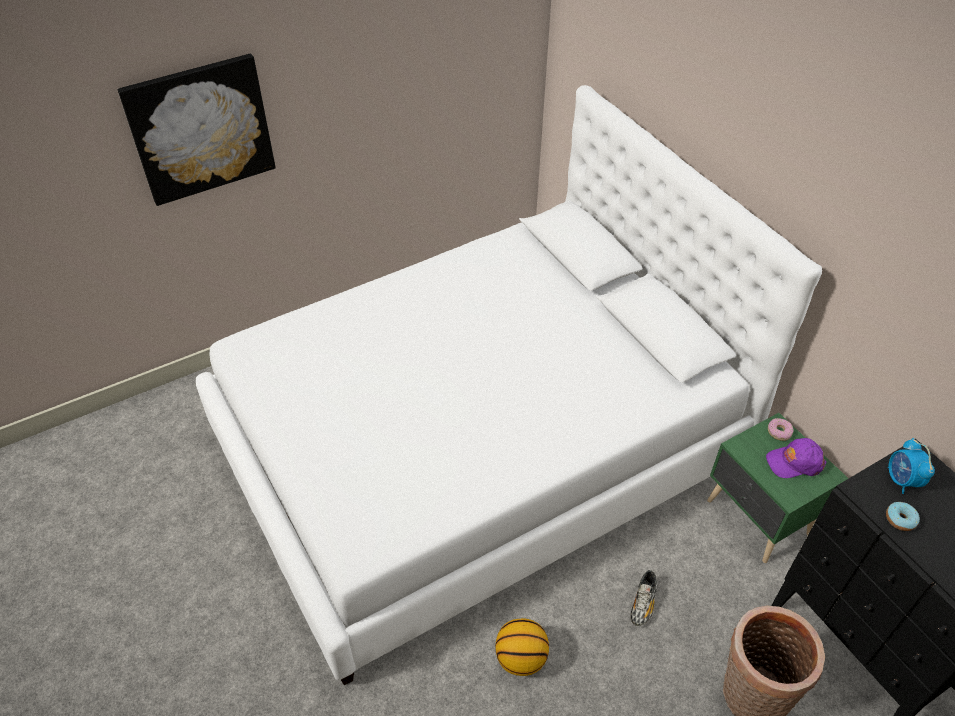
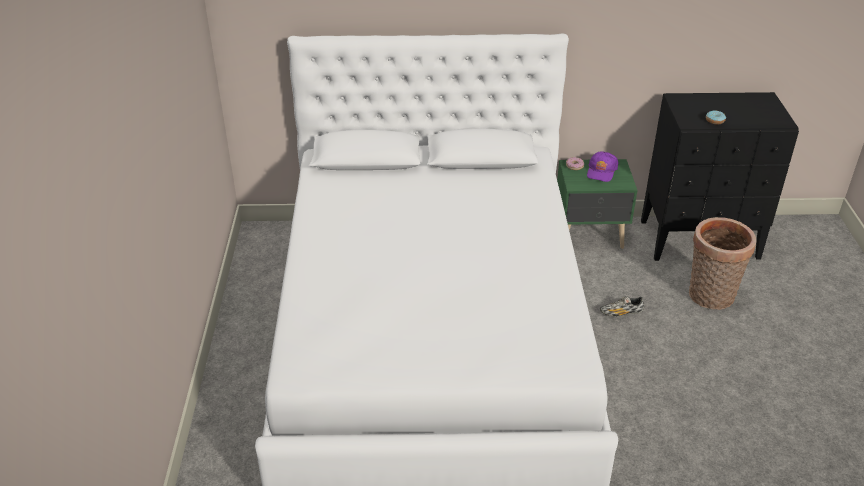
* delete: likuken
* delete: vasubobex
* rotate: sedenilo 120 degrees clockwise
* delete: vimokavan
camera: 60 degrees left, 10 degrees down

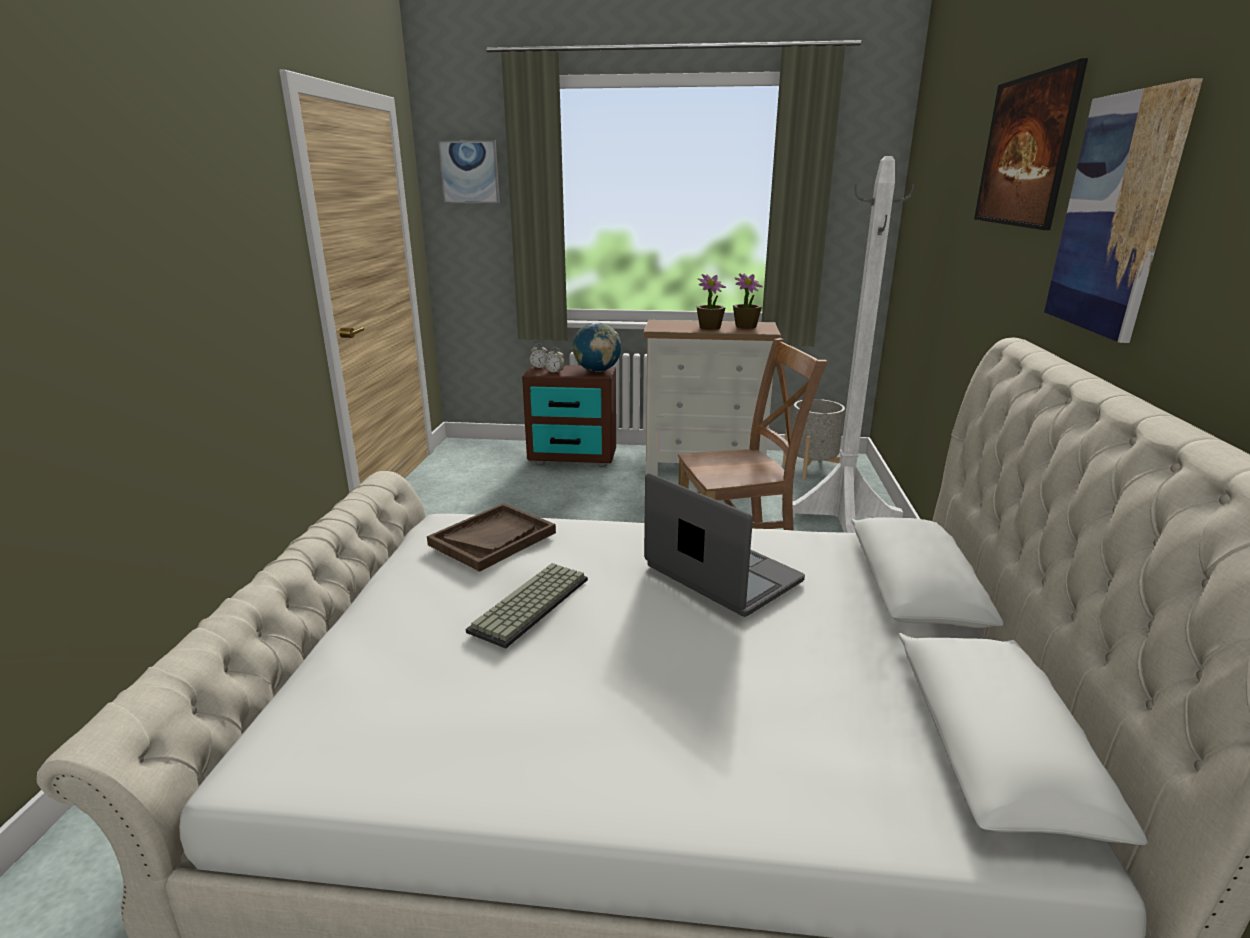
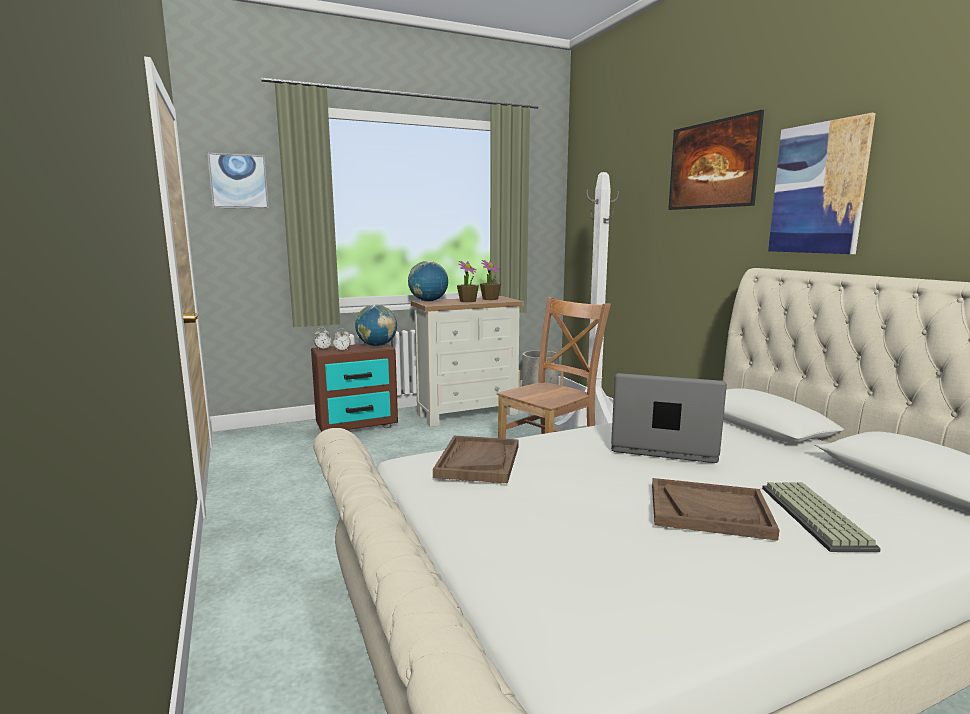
* move: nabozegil
* insert: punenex (2nd from left)
* insert: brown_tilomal (2nd from left)
camera: 30 degrees left, 10 degrees down

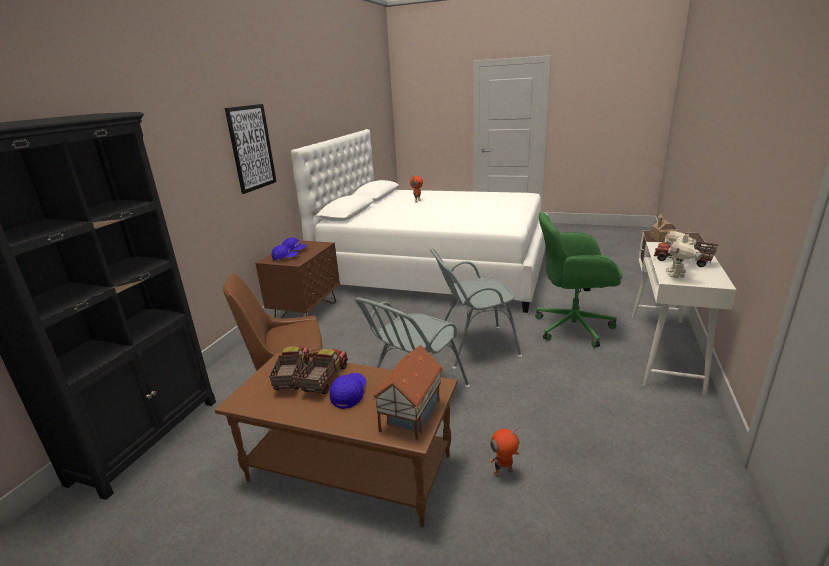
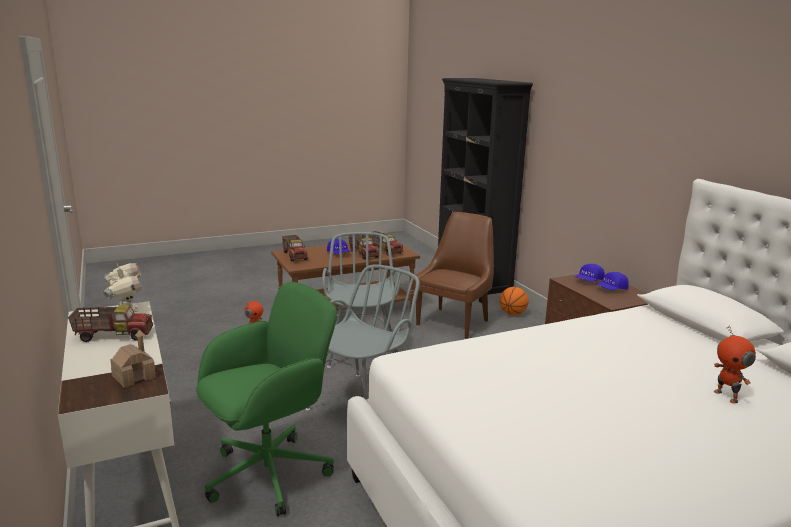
* delete: likuken
* replace: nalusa (1st from left) to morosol (2nd from left)
* insert: vasubobex
camera: 135 degrees right, 5 degrees down

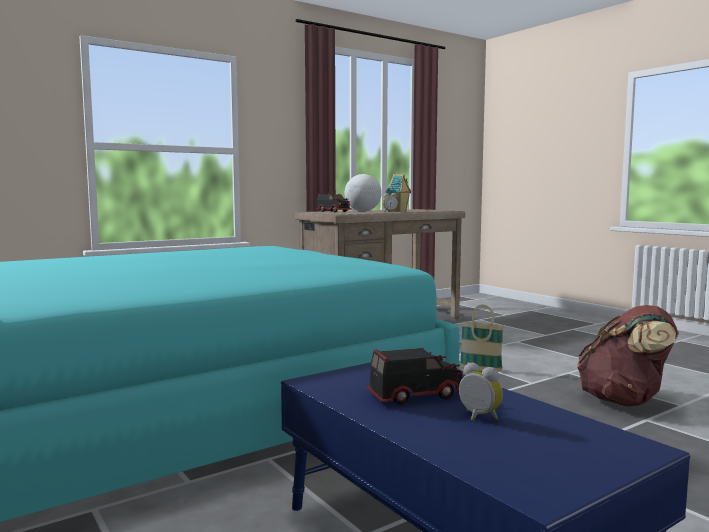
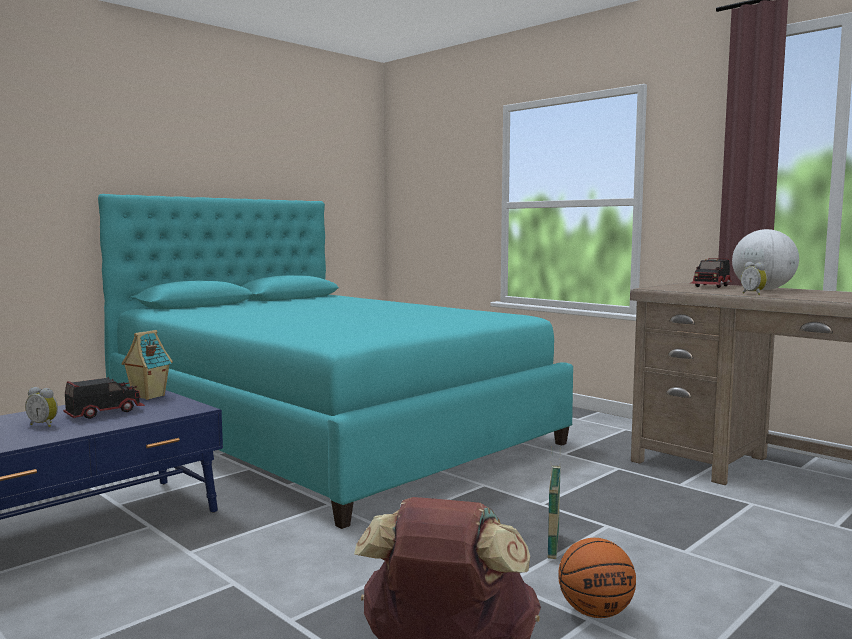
* rotate: morosol (2nd from left in the first image) 105 degrees counterclockwise
* move: nalusa
* rotate: vimokavan (2nd from left in the first image) 75 degrees clockwise
* insert: vasubobex
camera: 80 degrees right, 0 degrees up

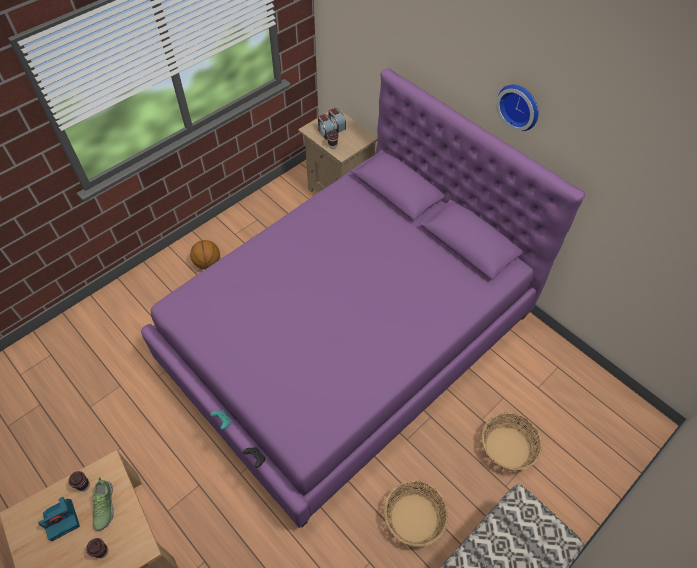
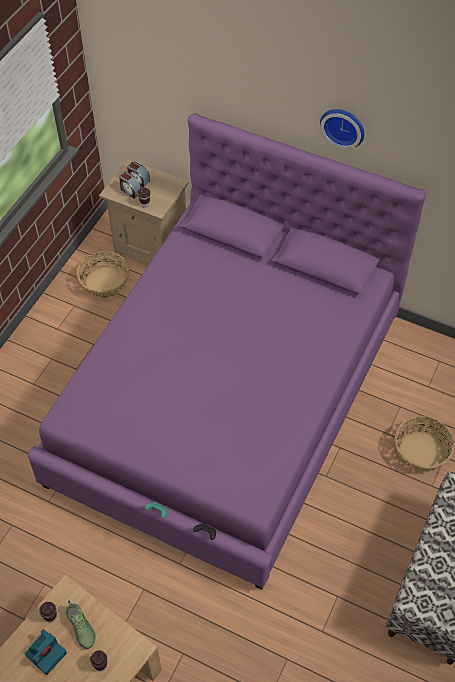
* delete: vasubobex
* move: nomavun (1st from left)
camera: 20 degrees left, 0 degrees up

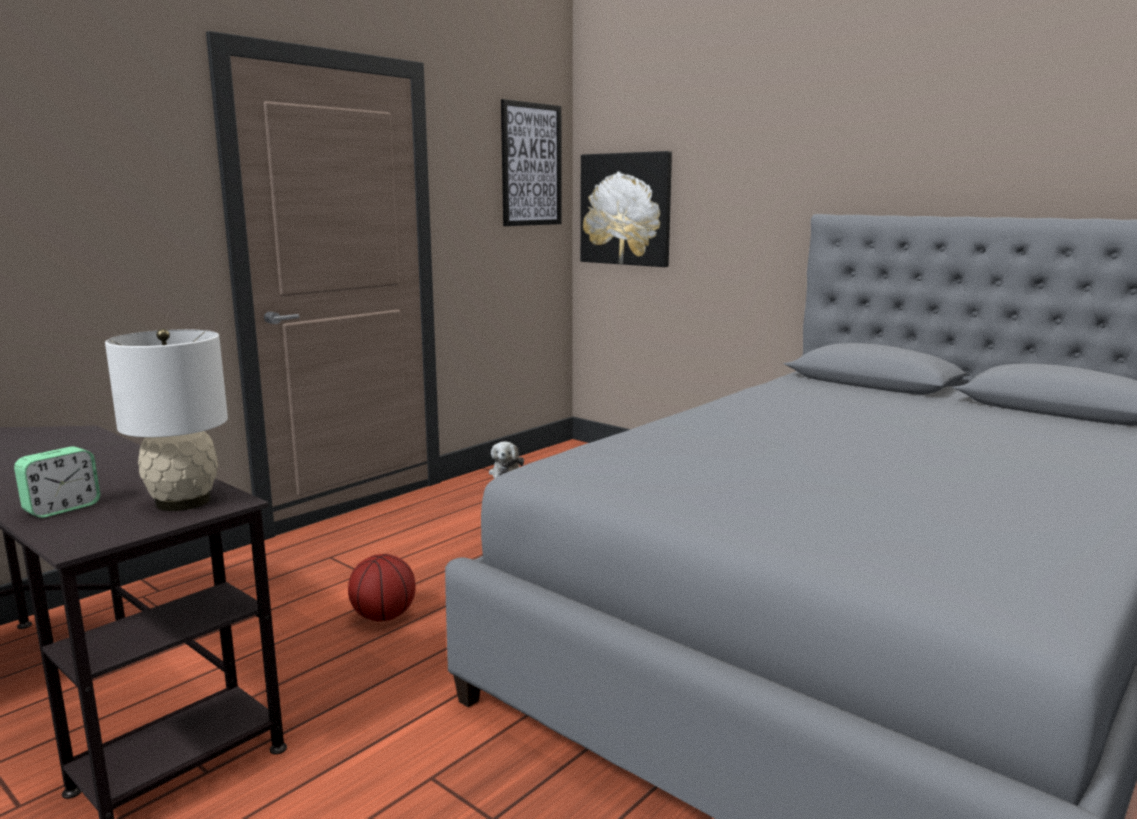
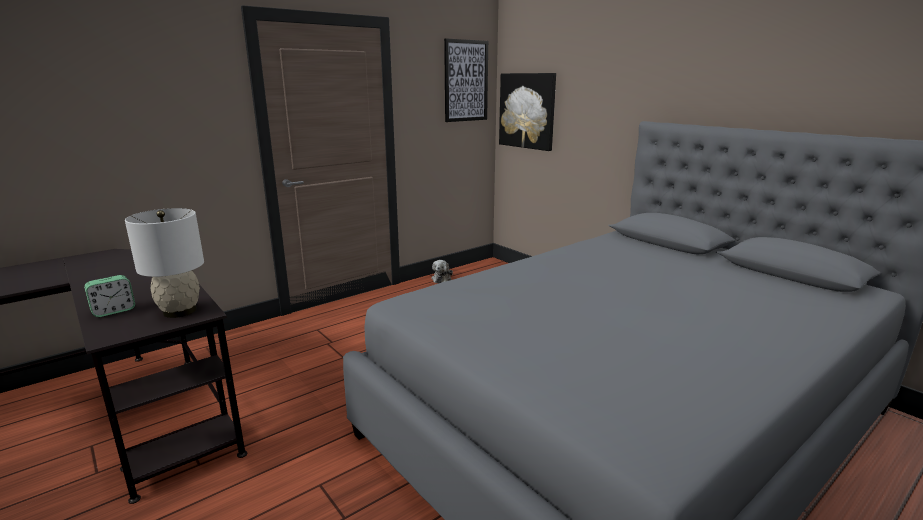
* delete: vasubobex
camera: 10 degrees right, 5 degrees up

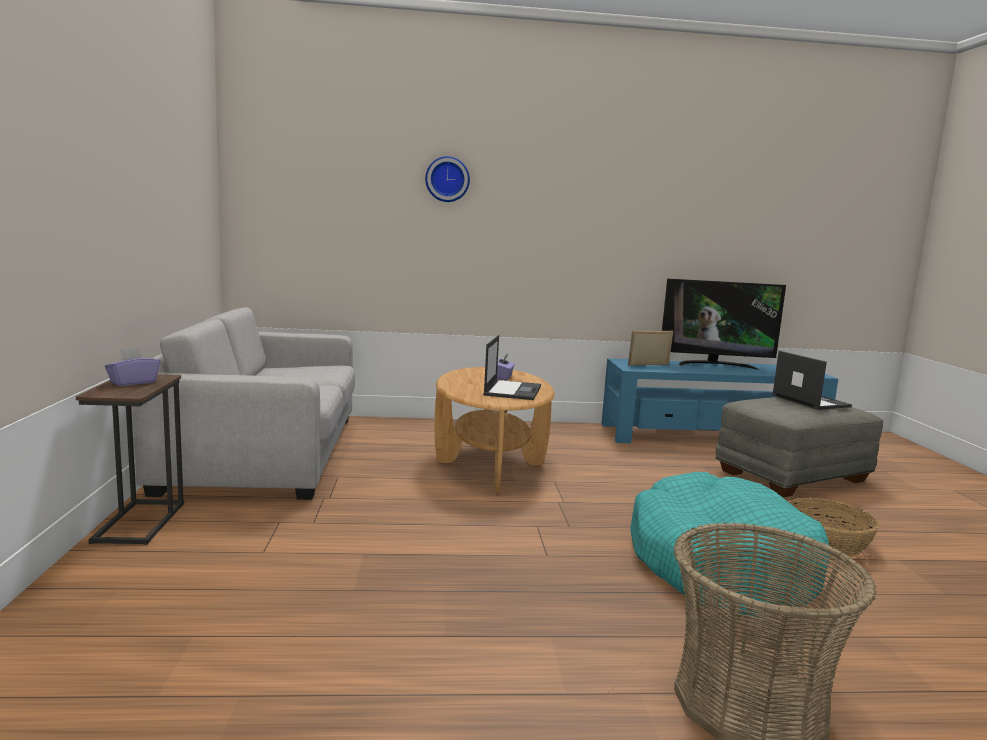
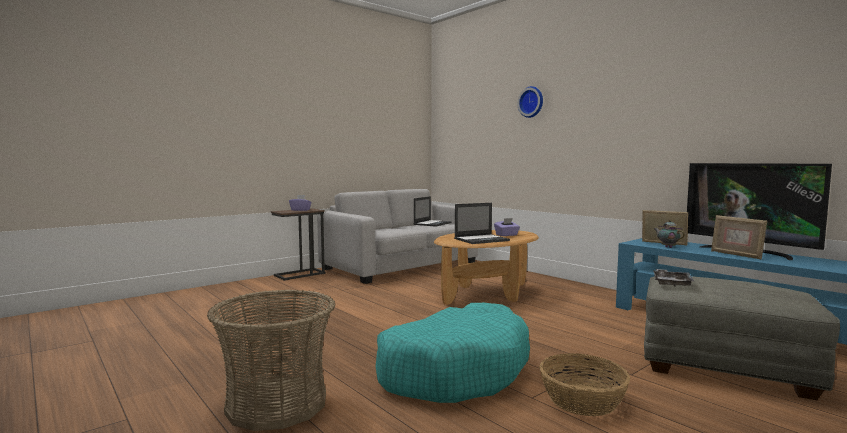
* move: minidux (2nd from left in the first image) to minidux (1st from left)
* insert: grey_tilomal
* insert: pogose
* insert: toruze (2nd from left)
camera: 55 degrees right, 5 degrees down

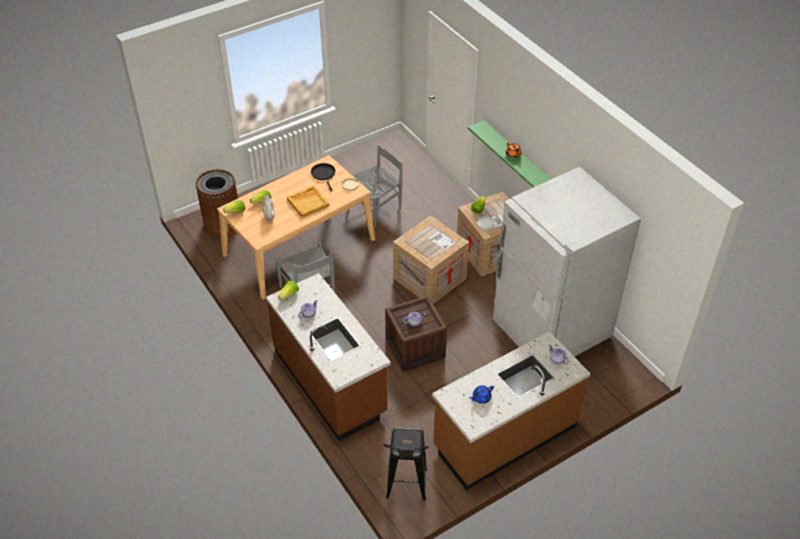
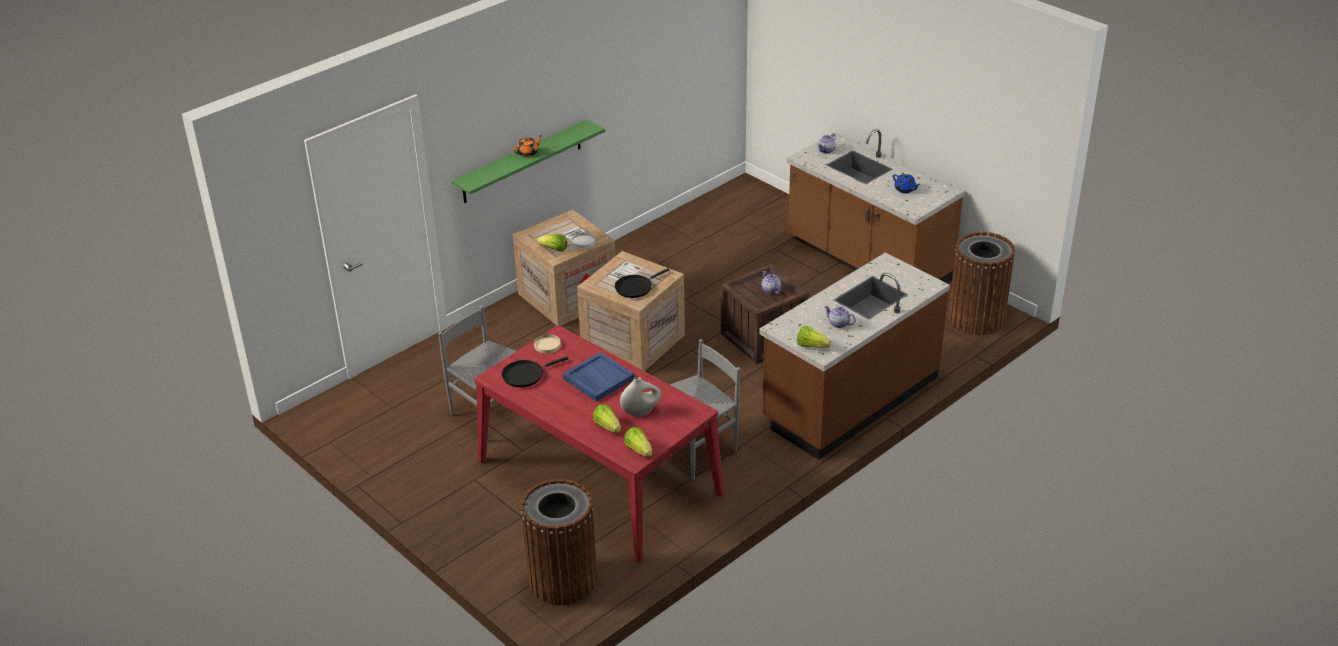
* recolor: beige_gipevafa to red_gipevafa
* recolor: beige_tilomal to blue_tilomal
* replace: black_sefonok to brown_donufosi (2nd from left)
* delete: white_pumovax
* insert: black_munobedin (2nd from left)
camera: 100 degrees left, 10 degrees down

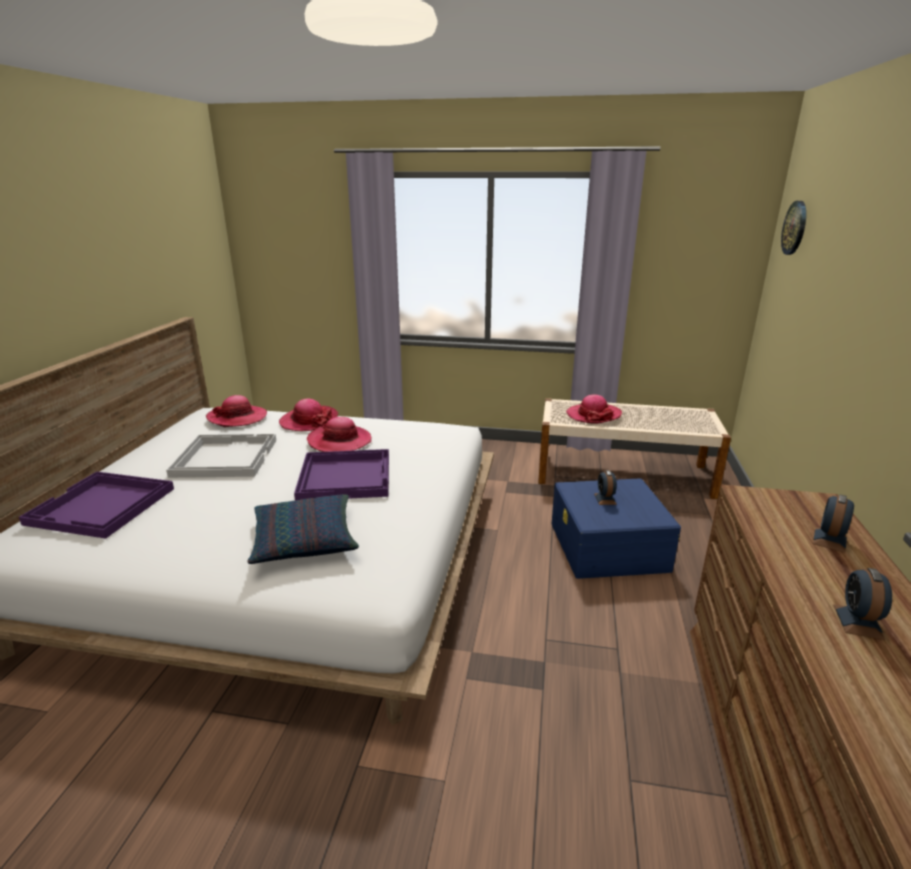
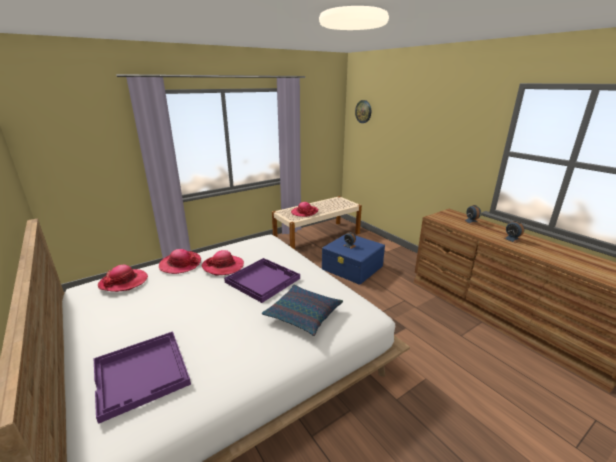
* delete: white_tilomal
camera: 45 degrees left, 0 degrees up

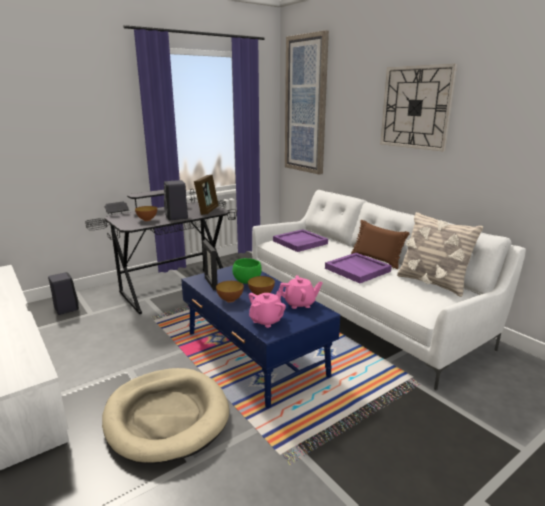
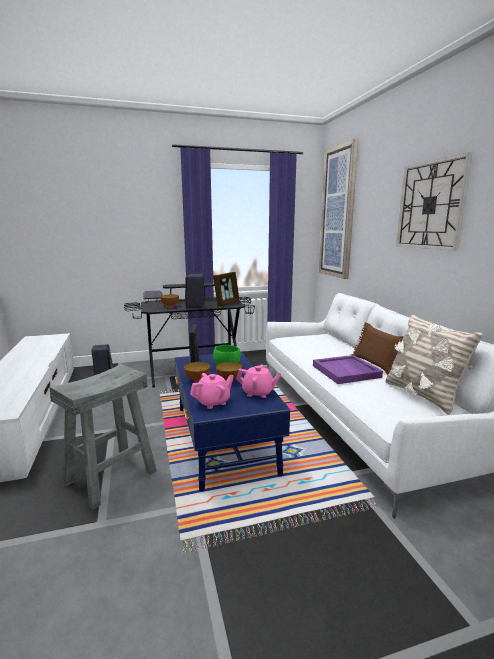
* replace: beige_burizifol to grey_sefonok
* delete: purple_tilomal (1st from left)
camera: 20 degrees right, 5 degrees down

